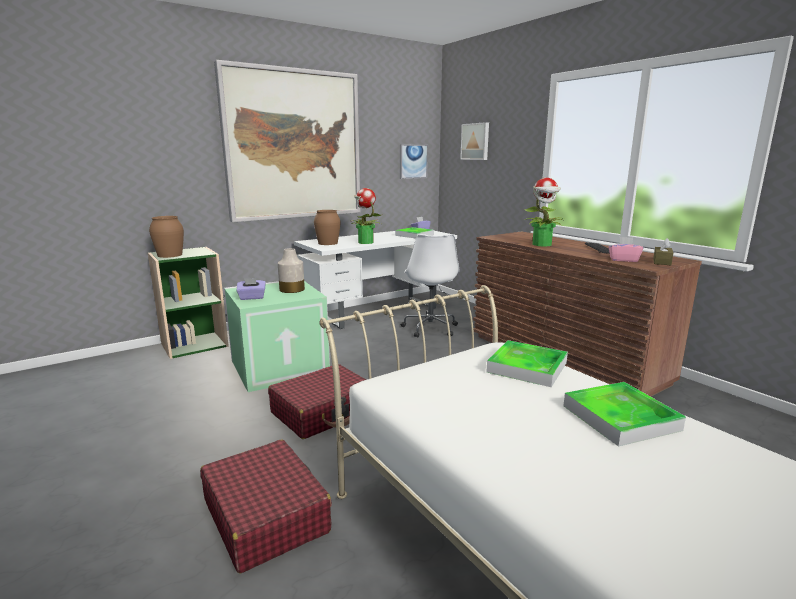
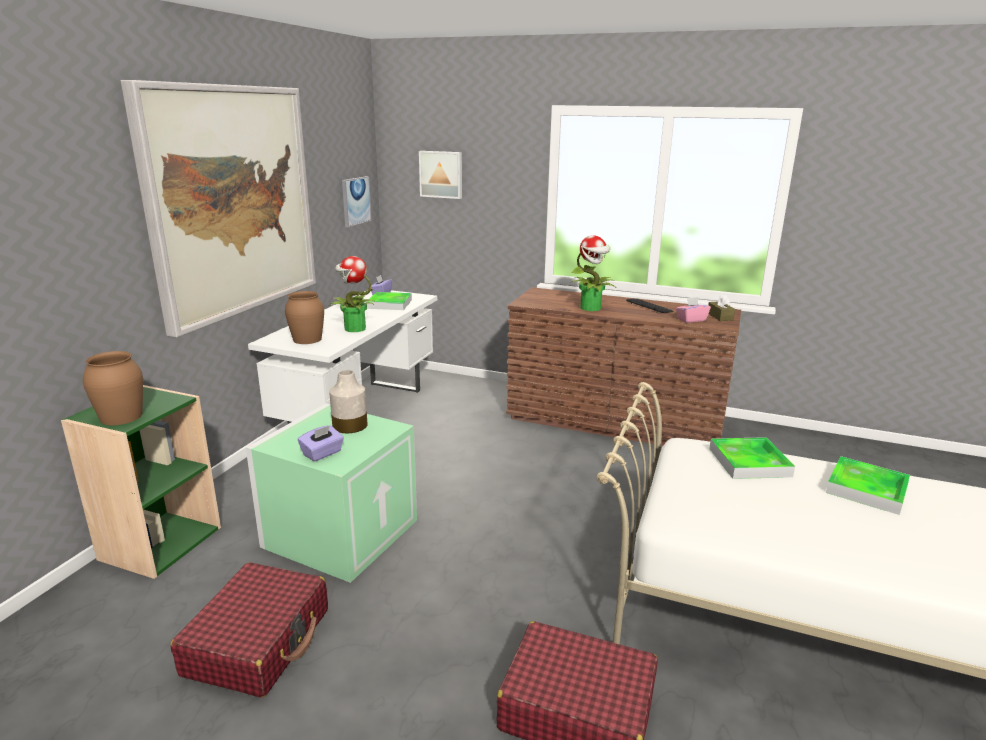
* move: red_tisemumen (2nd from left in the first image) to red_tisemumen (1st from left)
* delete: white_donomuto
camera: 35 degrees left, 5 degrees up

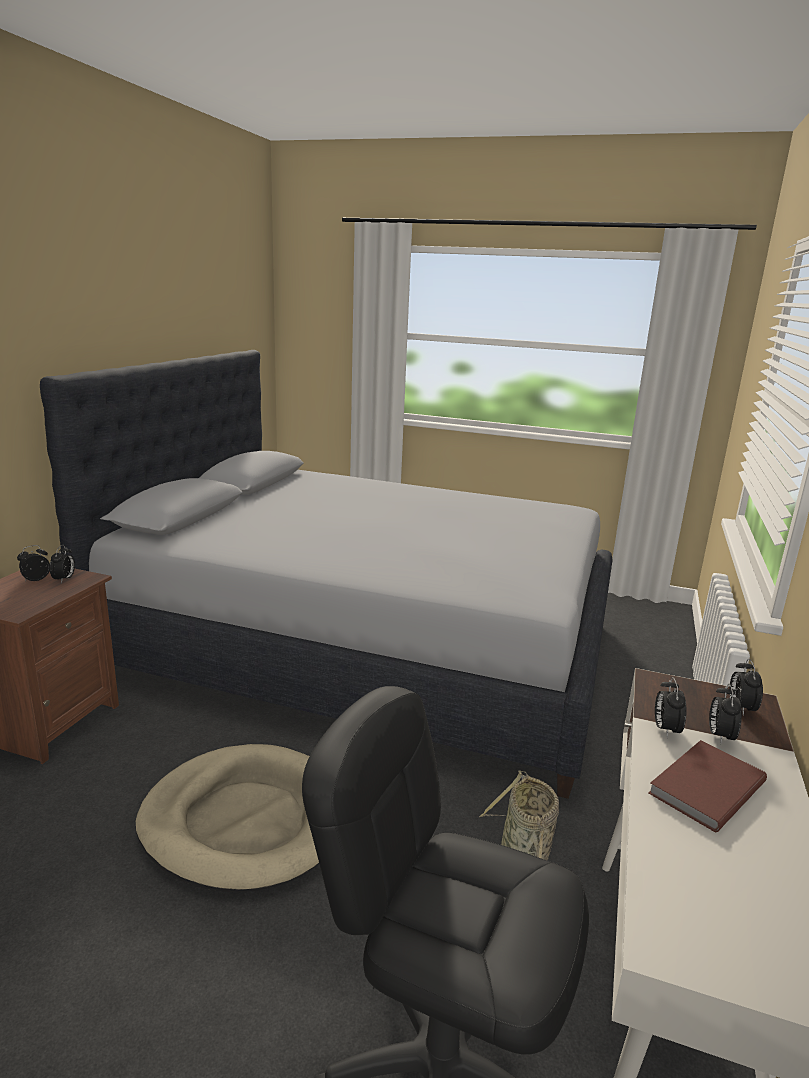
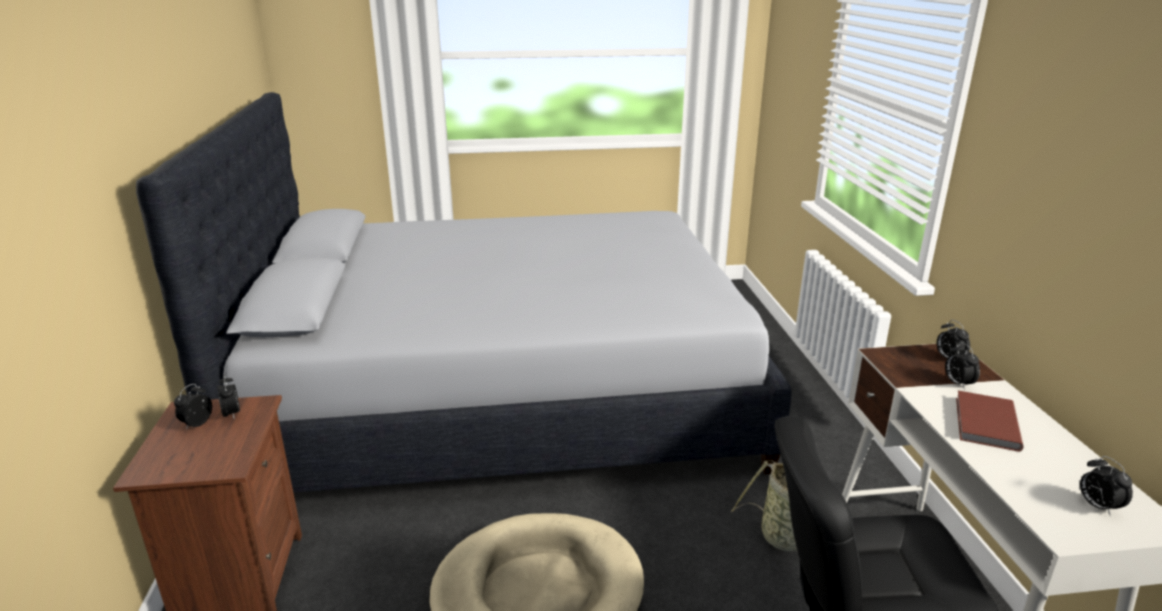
* move: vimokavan (3rd from left in the first image) to vimokavan (5th from left)
camera: 25 degrees left, 5 degrees up

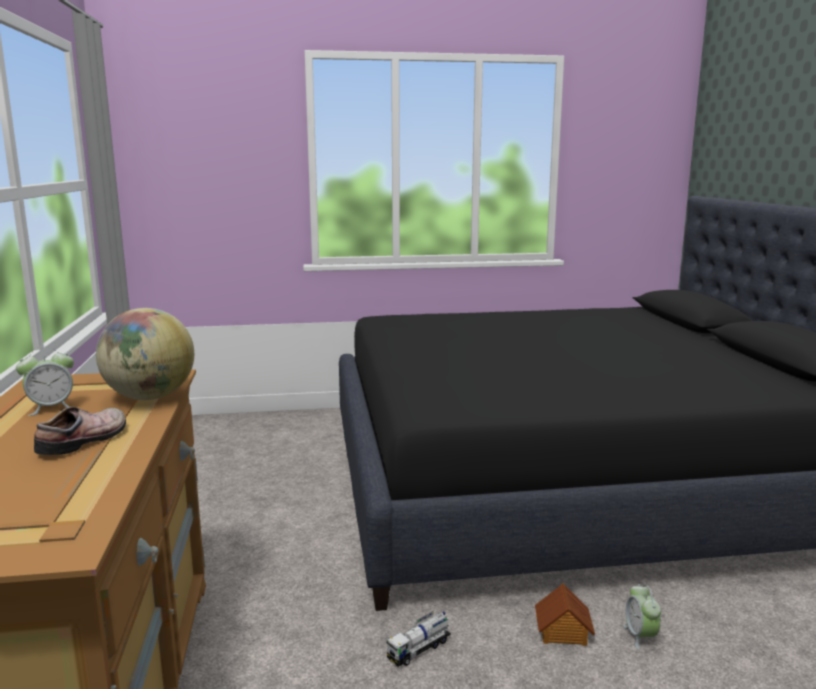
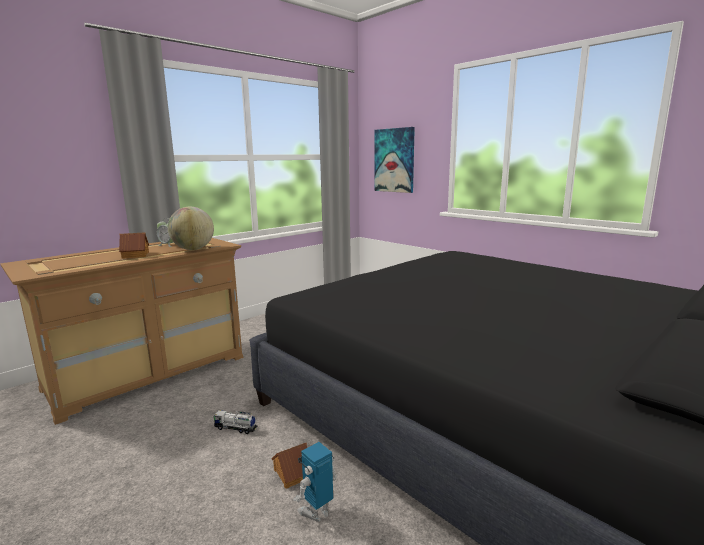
* replace: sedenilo to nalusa (1st from left)
* replace: vimokavan (2nd from left) to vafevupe
* insert: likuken
camera: 55 degrees right, 0 degrees up

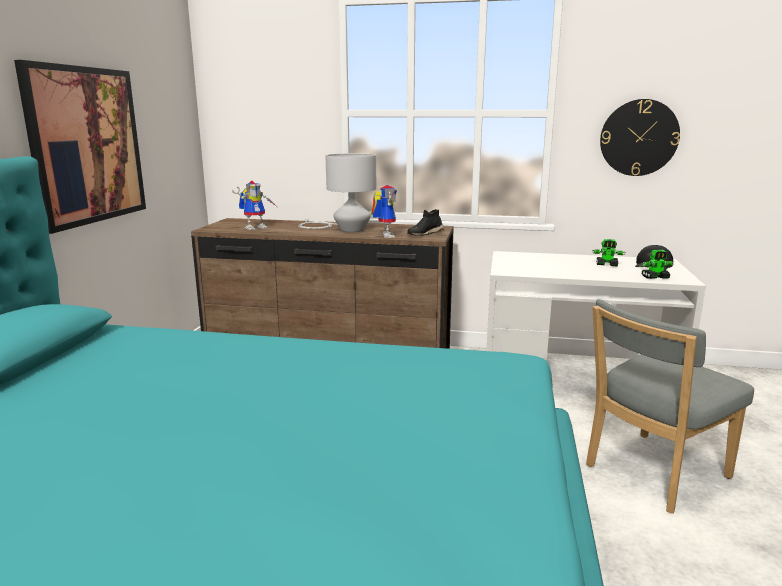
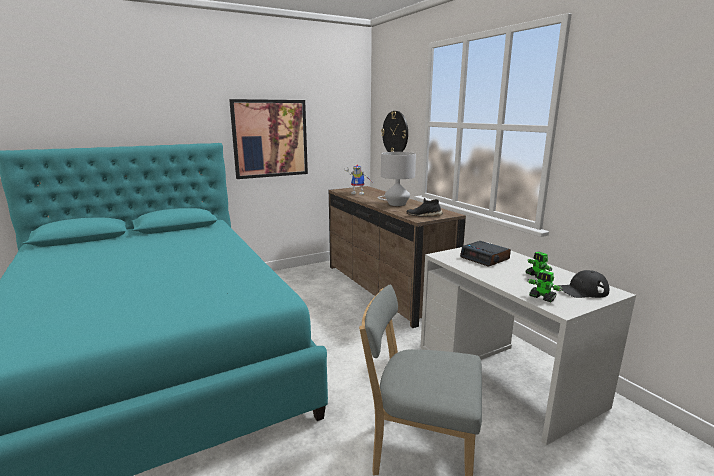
* delete: vafevupe (2nd from left)
* move: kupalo
* insert: vimokavan
camera: 50 degrees right, 0 degrees up

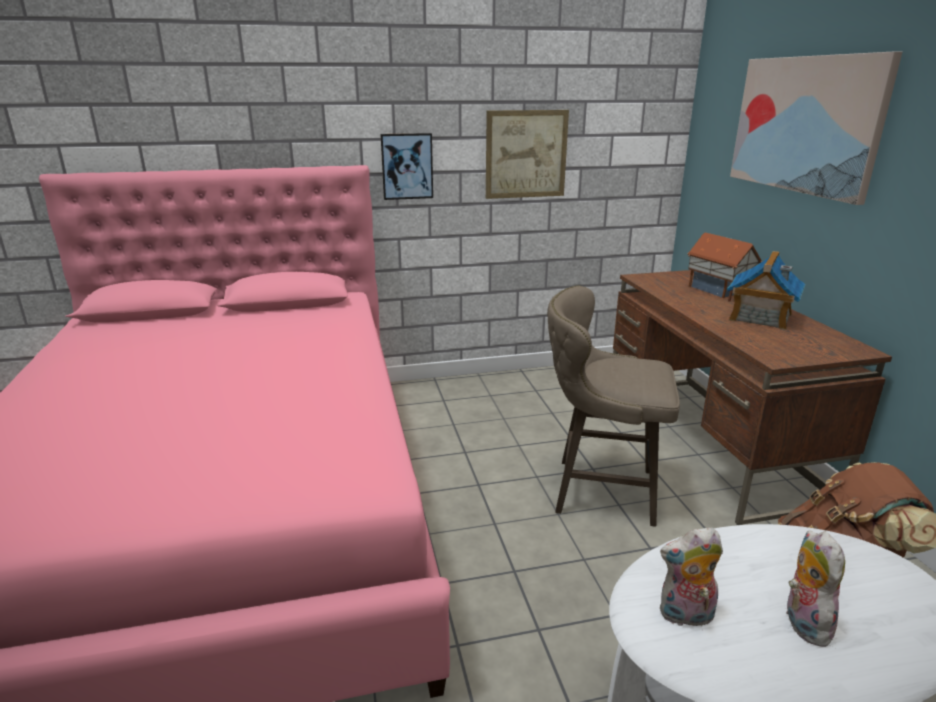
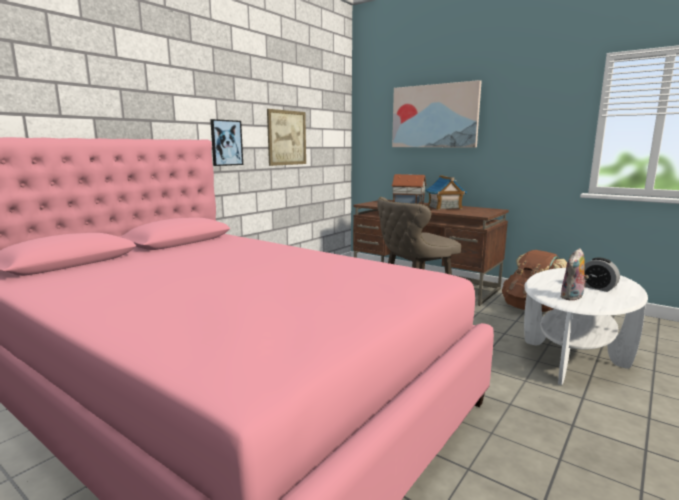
* replace: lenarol (2nd from left) to vimokavan
camera: 40 degrees left, 10 degrees down

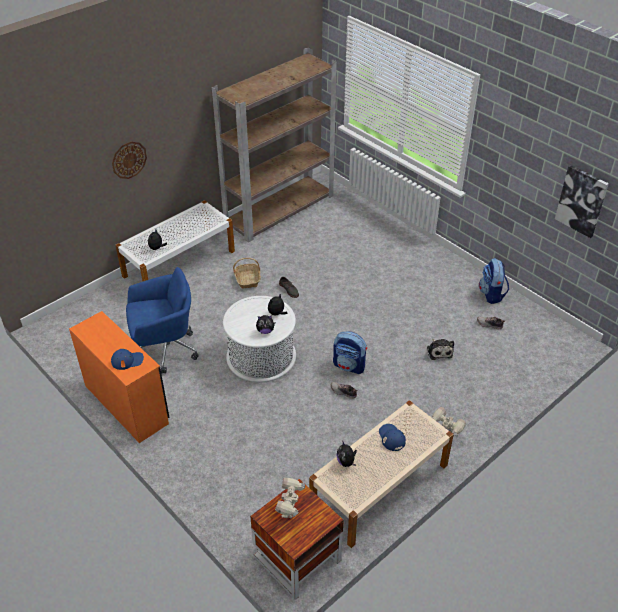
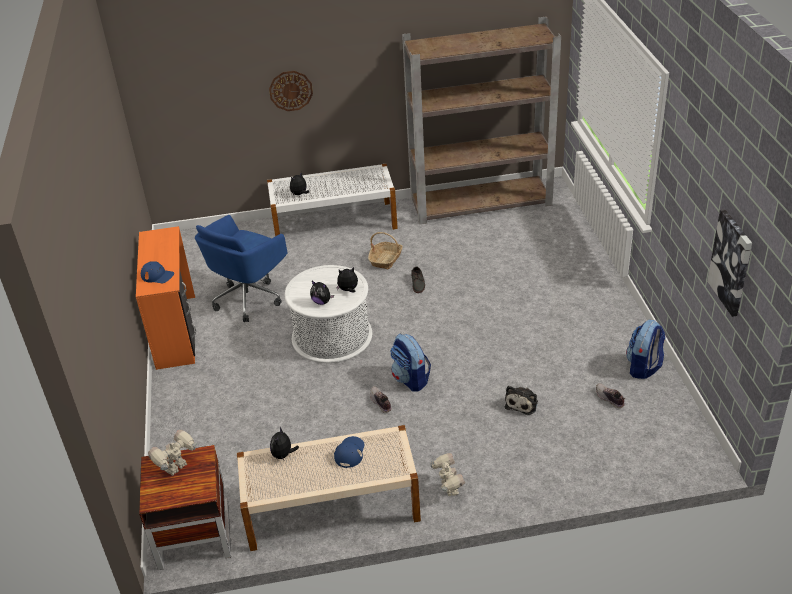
* rotate: blue_donomuto 105 degrees clockwise
camera: 35 degrees right, 5 degrees down

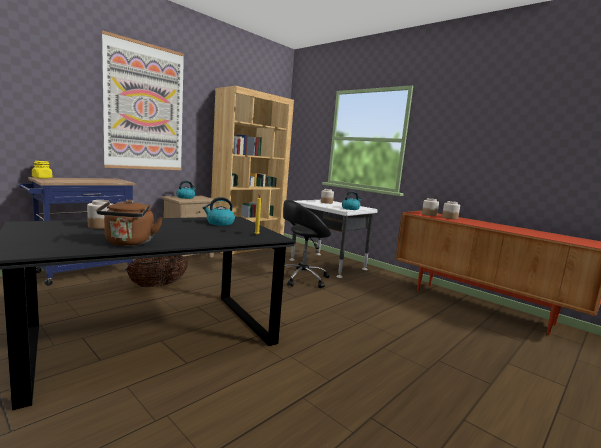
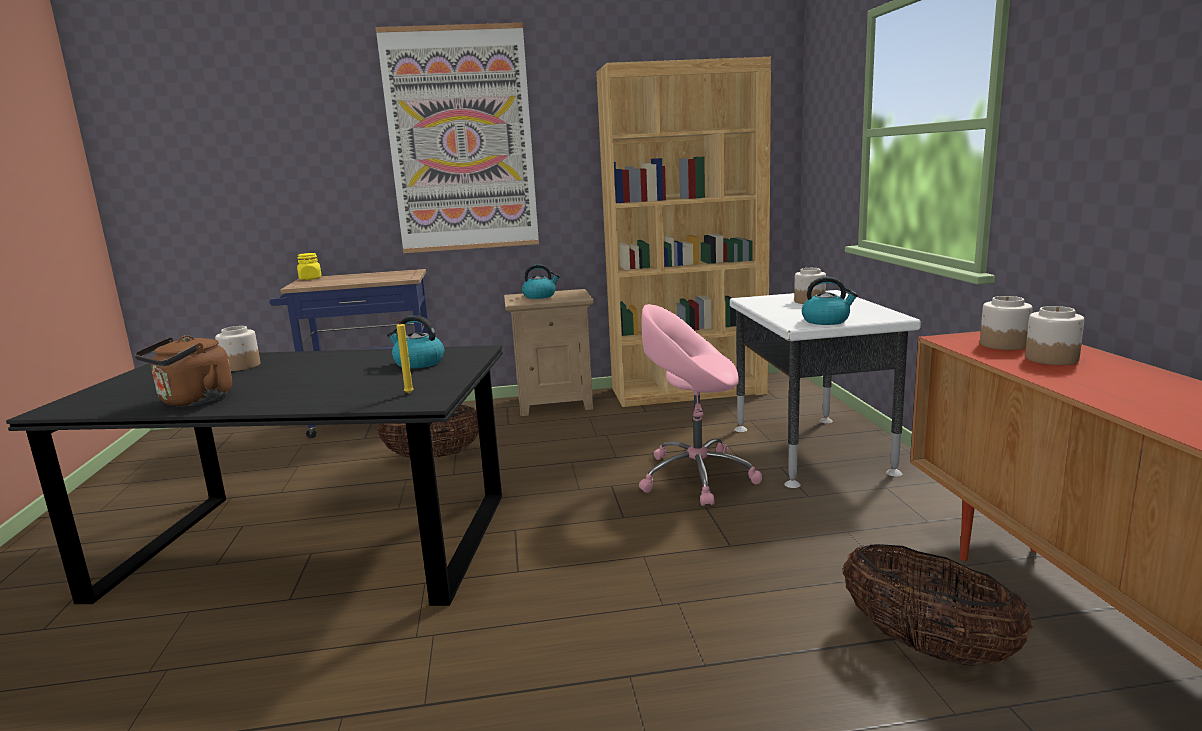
* recolor: black_donomuto to pink_donomuto
* insert: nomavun (2nd from left)
camera: 40 degrees right, 5 degrees up

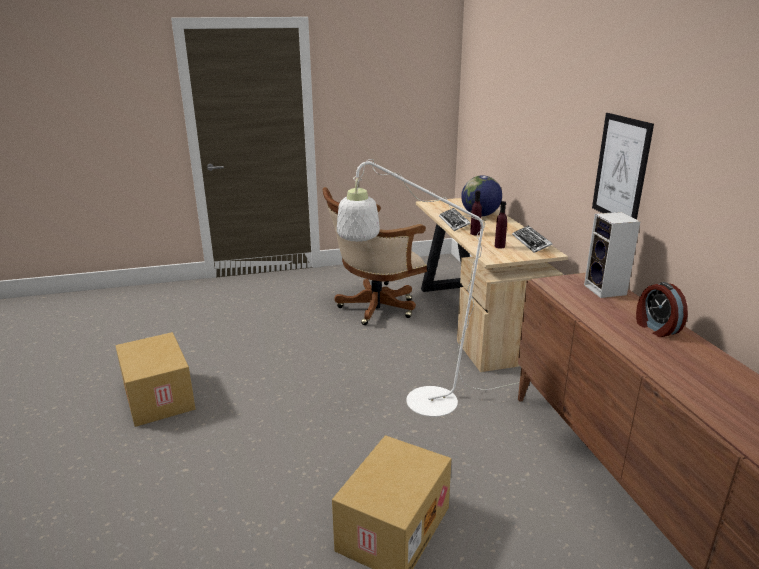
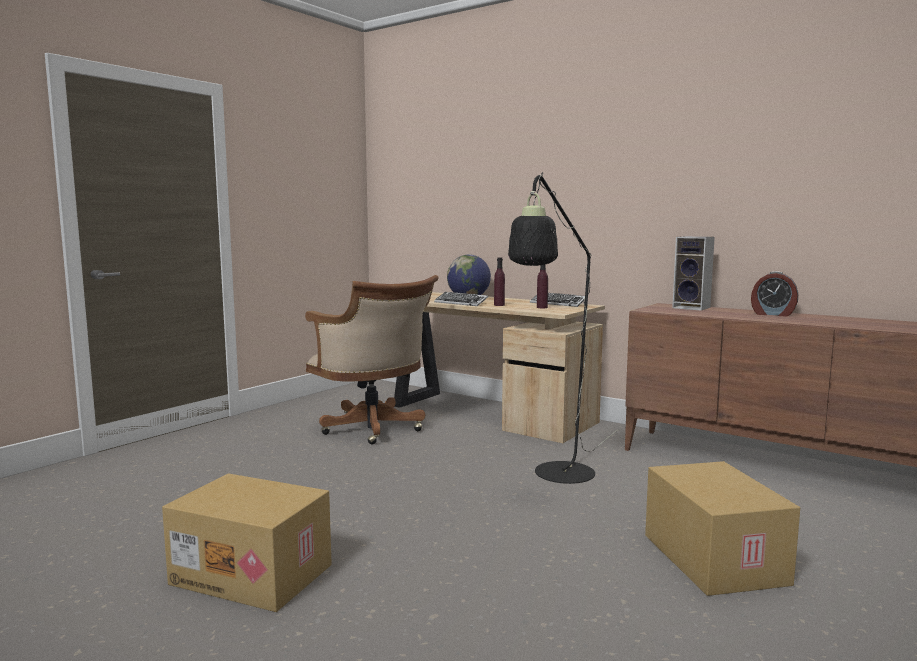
* rotate: donomuto 60 degrees counterclockwise
* recolor: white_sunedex to black_sunedex
* delete: likuken
camera: 40 degrees left, 15 degrees down

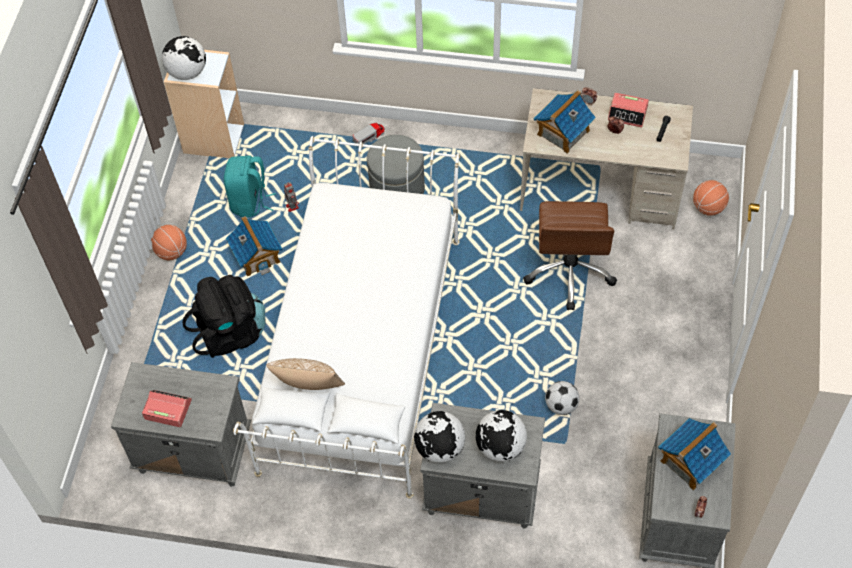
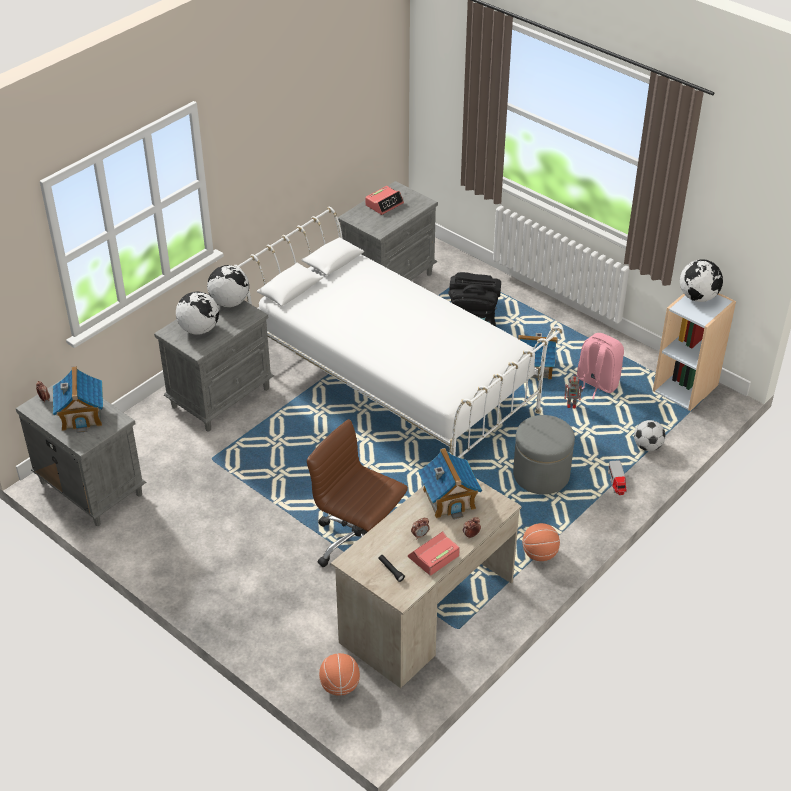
* move: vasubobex (1st from left in the first image) to vasubobex (2nd from left)
* recolor: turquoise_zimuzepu to pink_zimuzepu
* delete: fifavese
* move: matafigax
camera: 120 degrees right, 15 degrees down

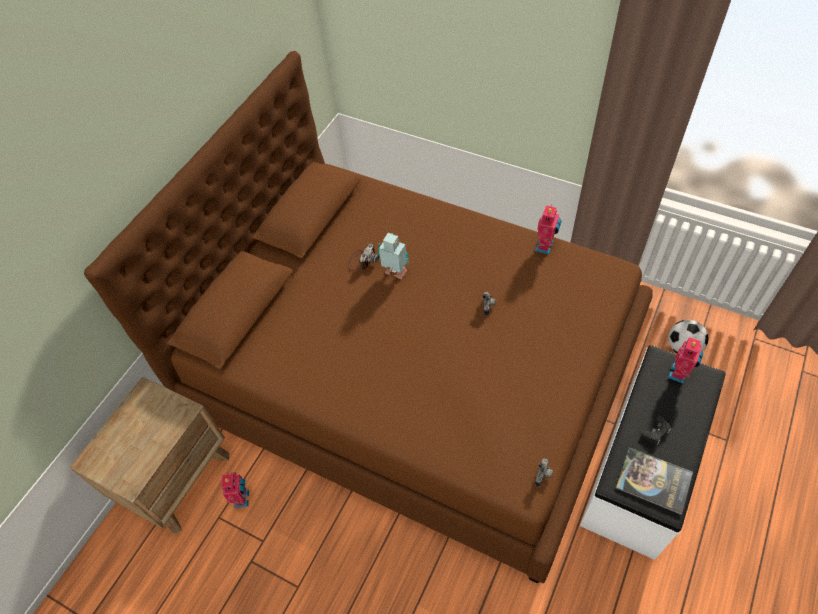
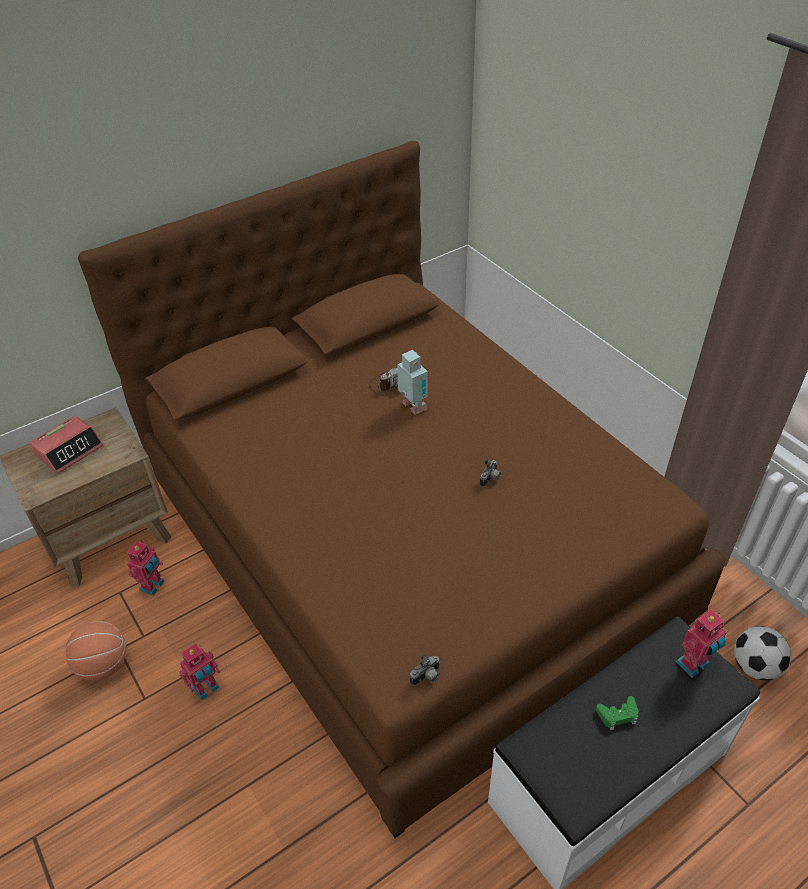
* move: vafevupe (3rd from left in the first image) to vafevupe (2nd from left)
* delete: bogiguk
* recolor: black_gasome to green_gasome
* insert: vimokavan
* insert: vasubobex
camera: 25 degrees right, 10 degrees down

